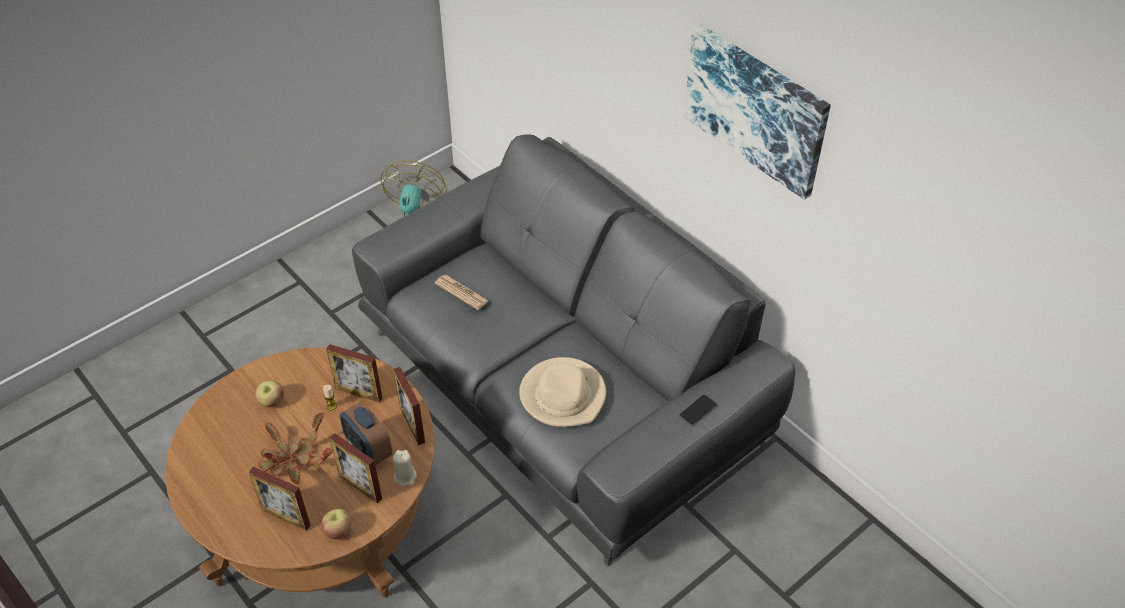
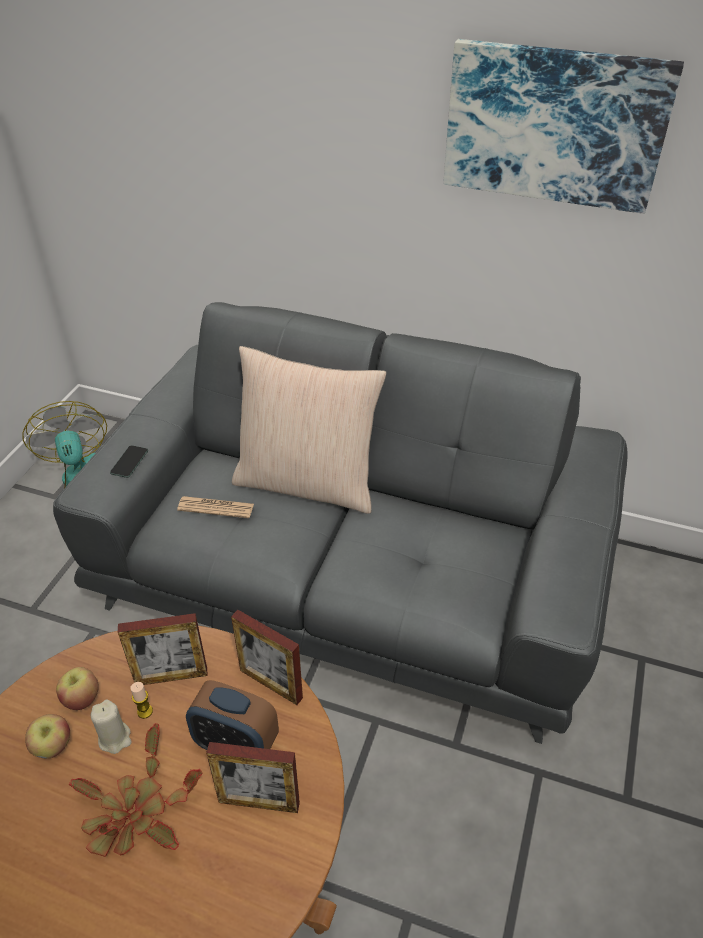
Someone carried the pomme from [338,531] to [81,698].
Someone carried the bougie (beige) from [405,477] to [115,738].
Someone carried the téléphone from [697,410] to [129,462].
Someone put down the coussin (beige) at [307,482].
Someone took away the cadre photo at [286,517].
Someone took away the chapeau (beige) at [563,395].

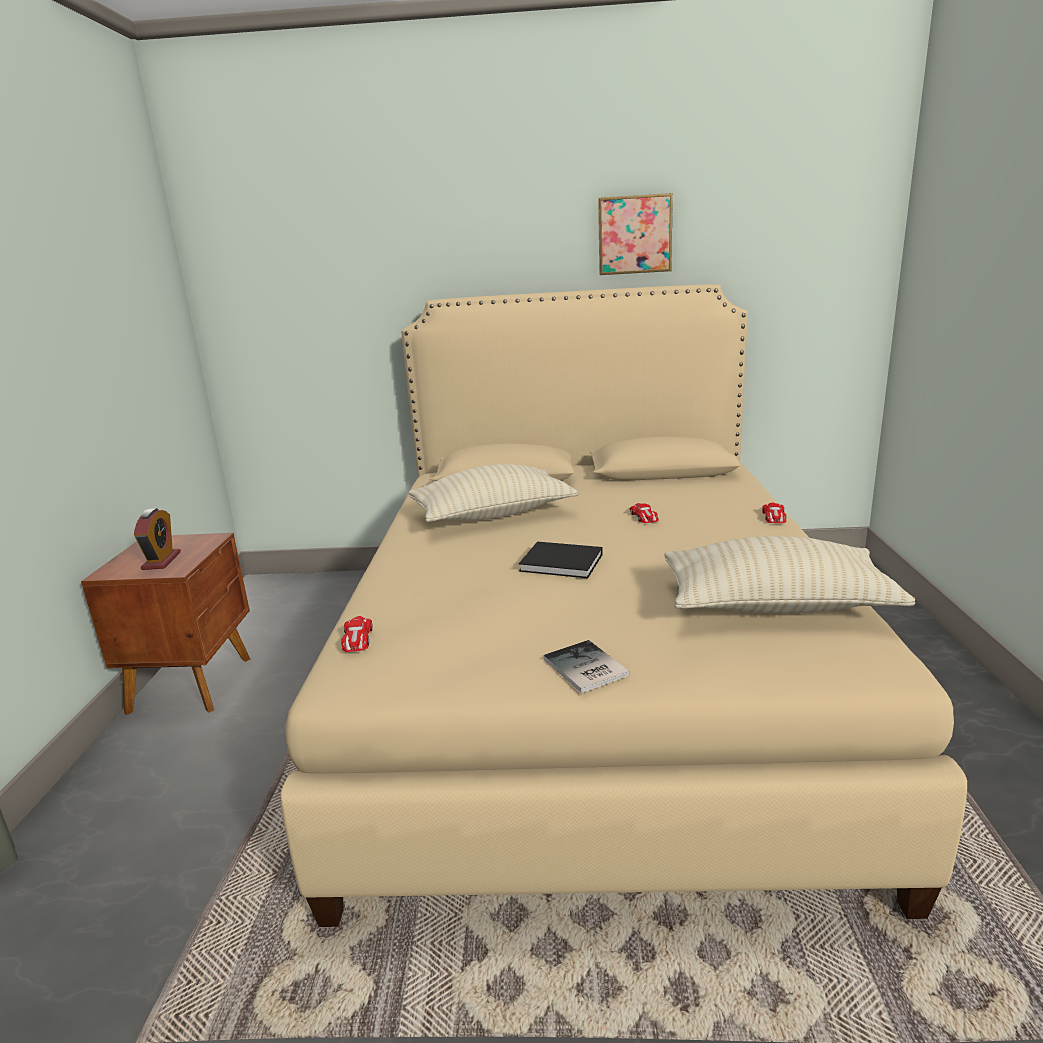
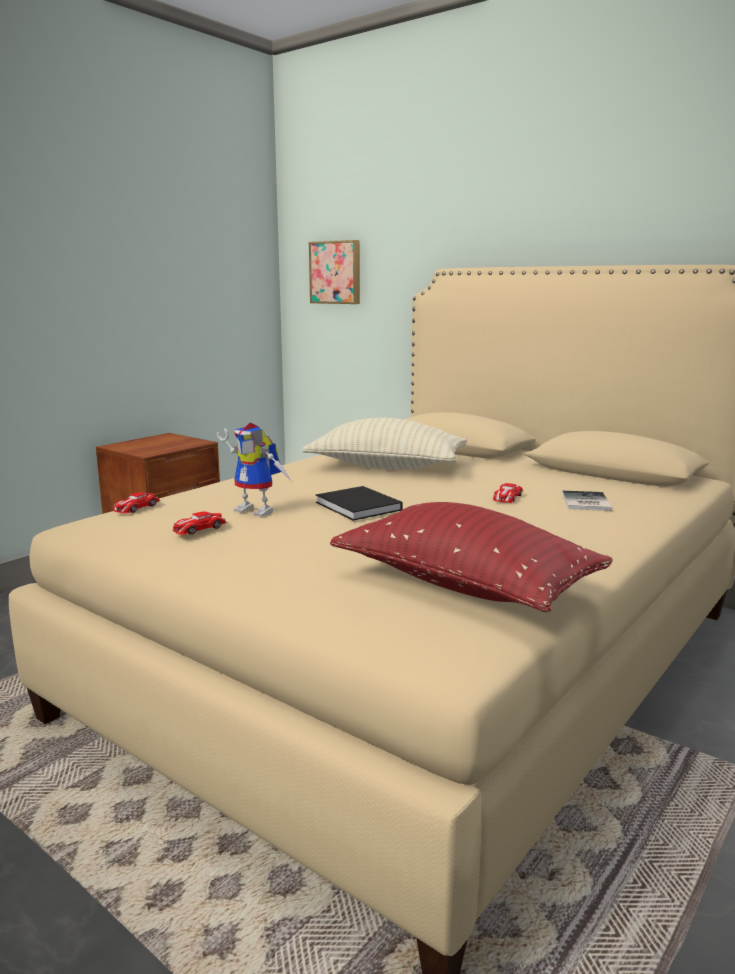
Someone carried the petite voiture from [774,517] to [199,528].
Someone put down the robot jouet at [260,510].
Someone carried the tableau from [634,235] to [336,272].
Someone repainted the coussin (beige) at [776,605], which became the coussin (rouge) at [465,586].
Someone carried the livre from [584,669] to [584,502].
Someone took away the réveil at [161,561].

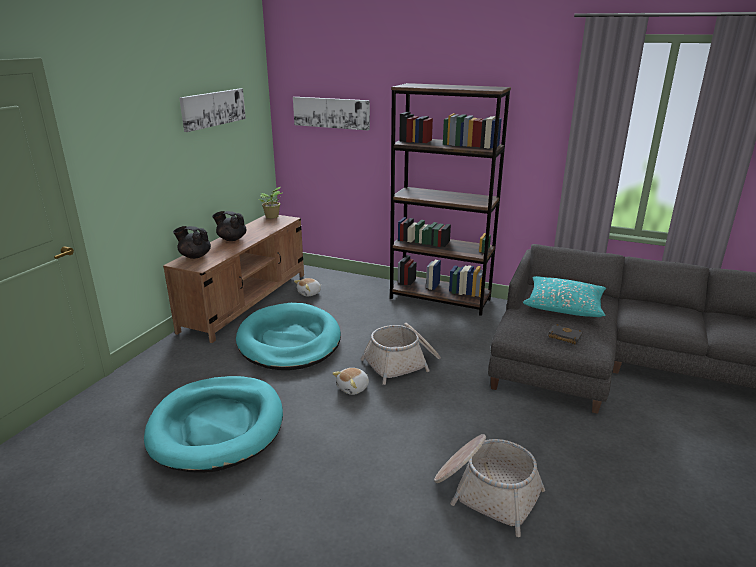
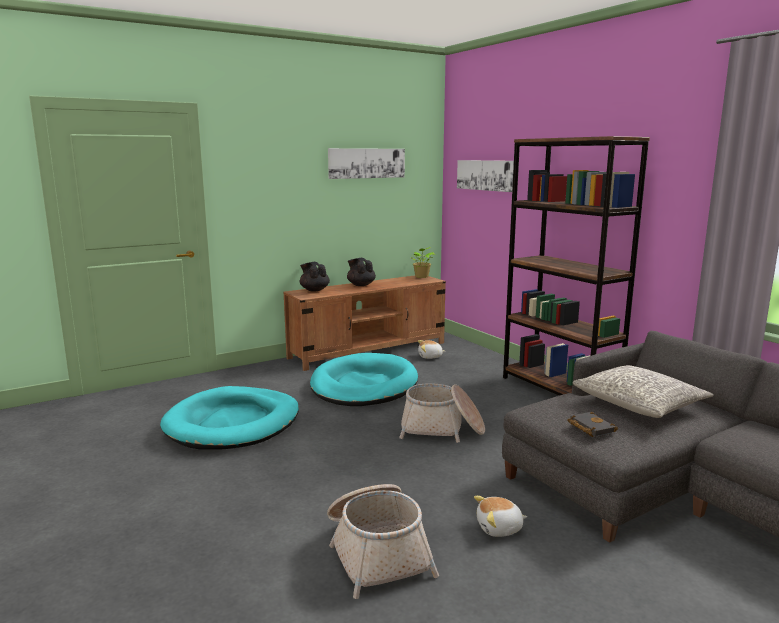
Someone carried the peluche from [353,388] to [499,528].
Someone repainted the coussin (turquoise) at [564,306], which became the coussin (gris) at [639,404].

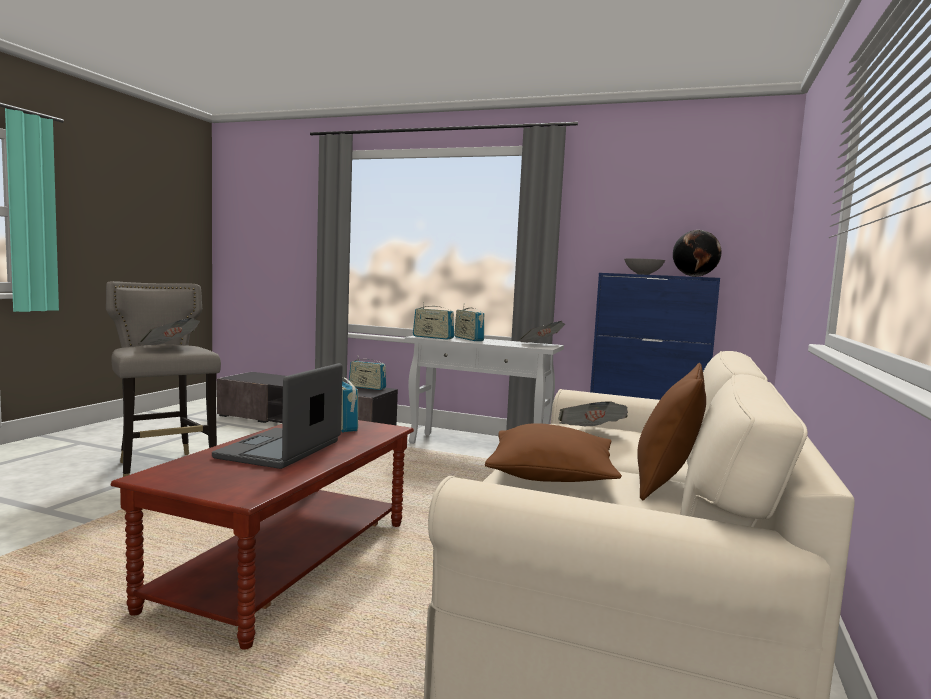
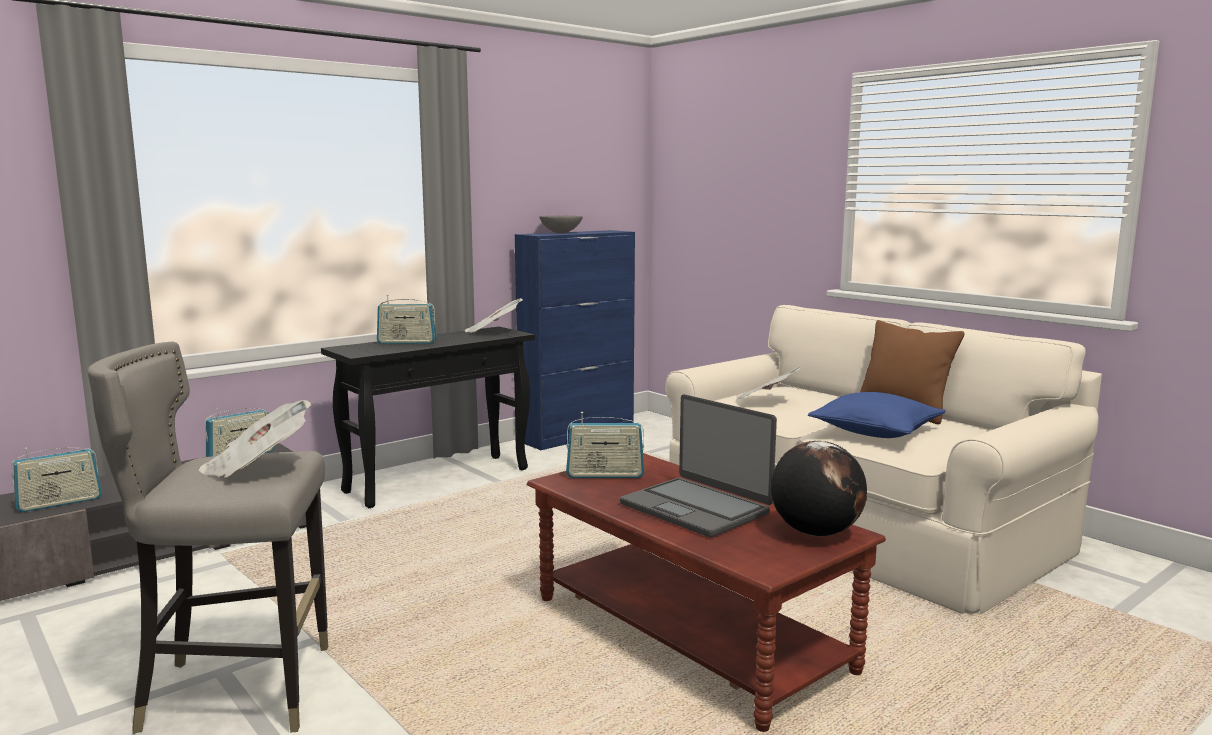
Someone carried the radio from [433,337] to [60,503].
Someone repainted the table console (blanc) at [479,447], which became the table console (noir) at [439,480].
Someone carried the globe from [694,276] to [815,532].
Someone repainted the coussin (marron) at [551,474], which became the coussin (bleu) at [875,431].

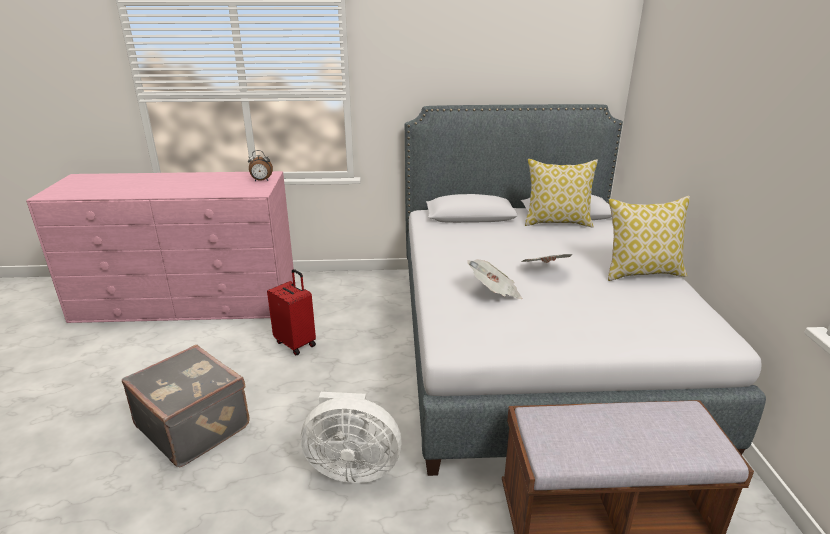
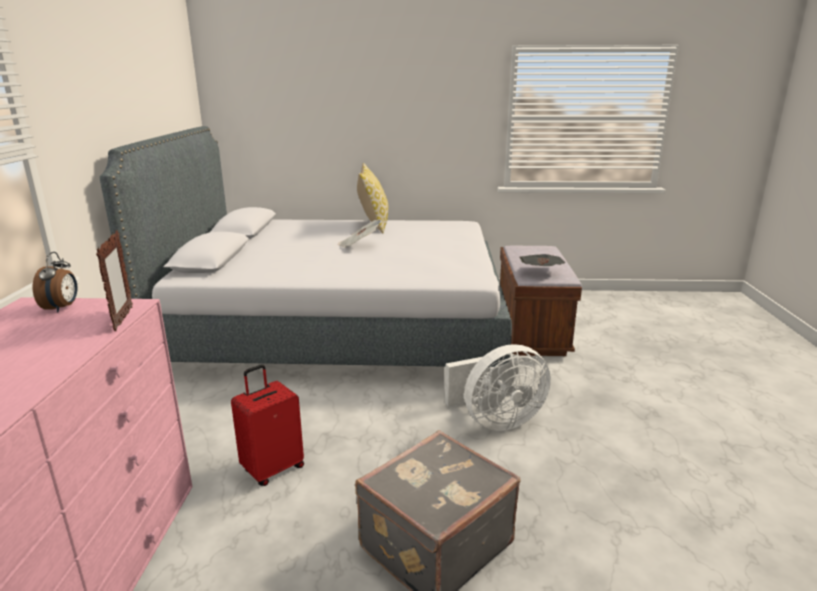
Someone put down the cadre photo at [123,319].
Someone rotated the ventilateur (blanc) at [352,467] by 60 degrees clockwise.
Someone carried the journal from [494,292] to [541,272].
Someone took away the coussin at [557,222].

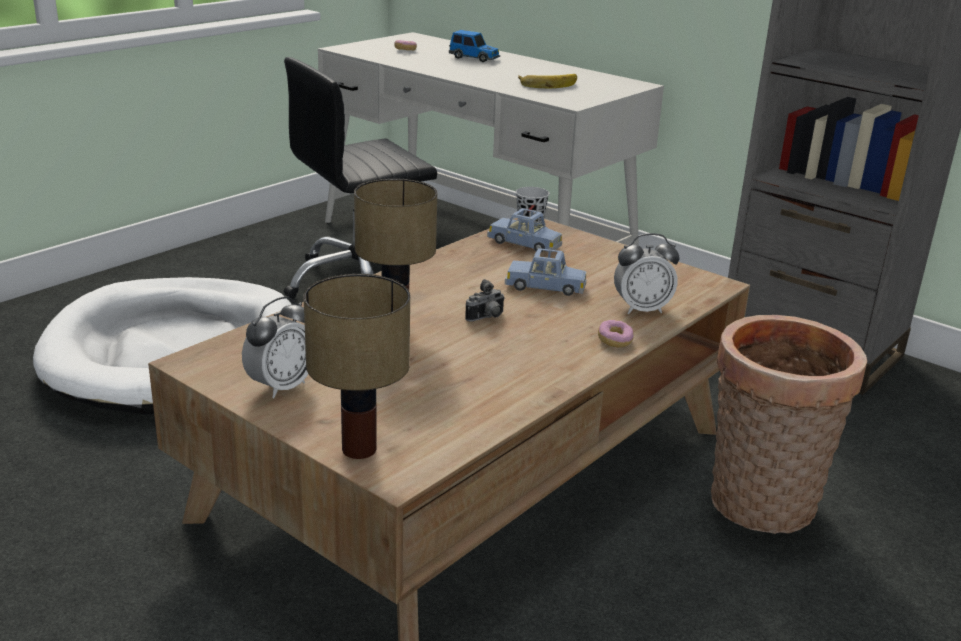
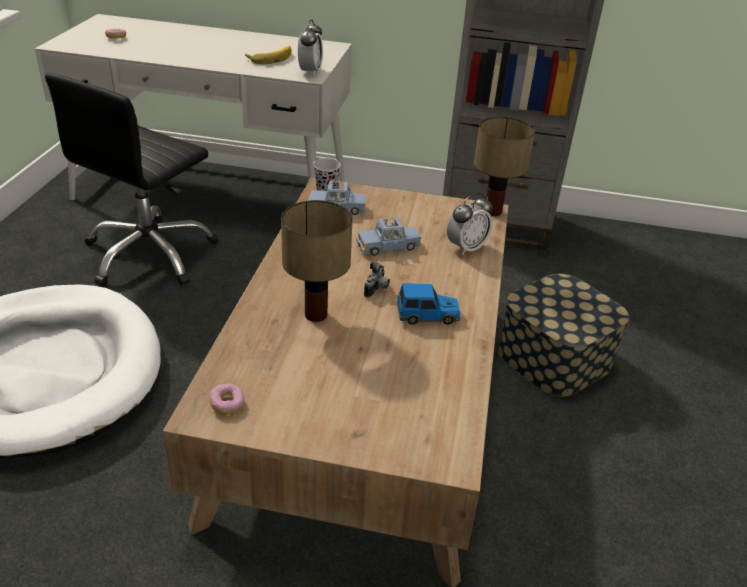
Someone carried the beignet from [614,341] to [227,404].
Someone carried the réveil from [281,386] to [310,72].
Someone carried the petite voiture from [474,58] to [427,315].
Someone carried the lampe de table from [360,448] to [492,211].
Someone swapped the panier at [760,508] for the boîte de rangement at [554,357].

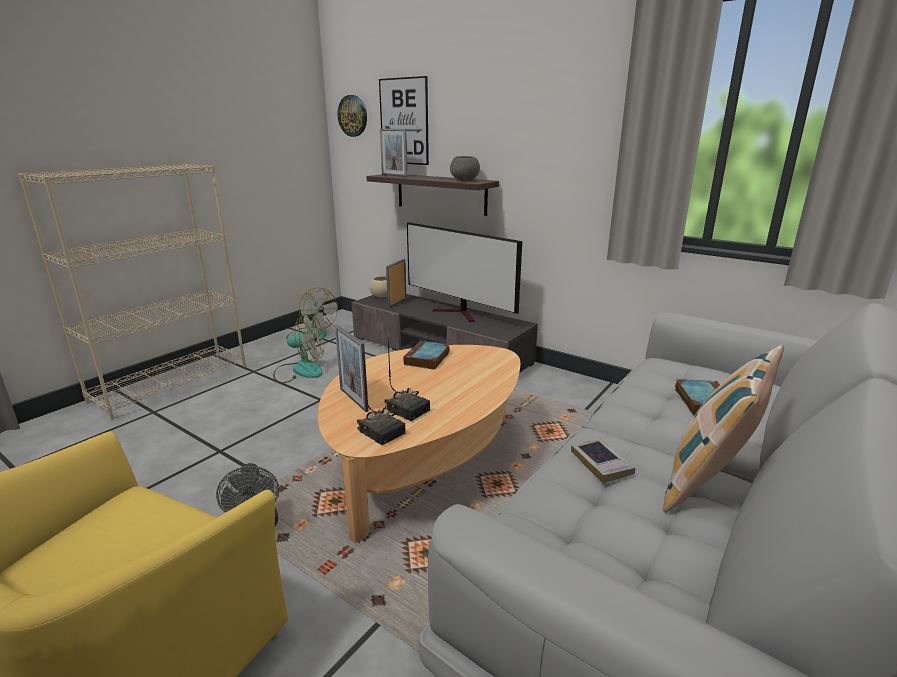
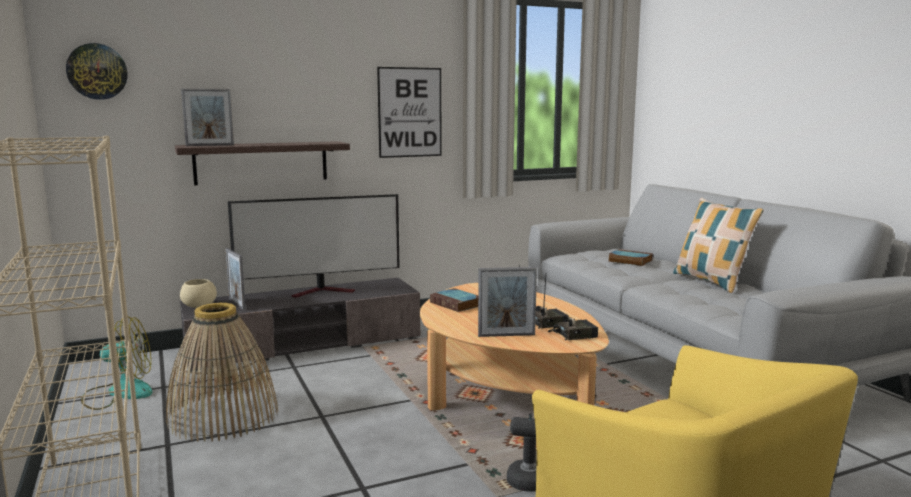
Someone swapped the ventilateur at [300,370] for the panier at [223,416].
Someone carried the tableau from [404,121] to [410,112].
Someone took away the bol (gris) at [464,180].
Someone took away the livre at [601,463].

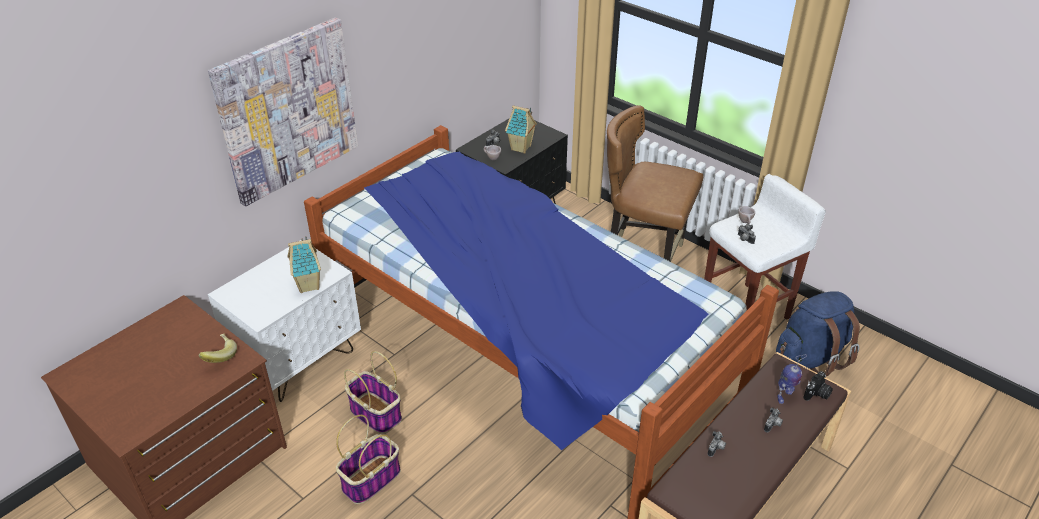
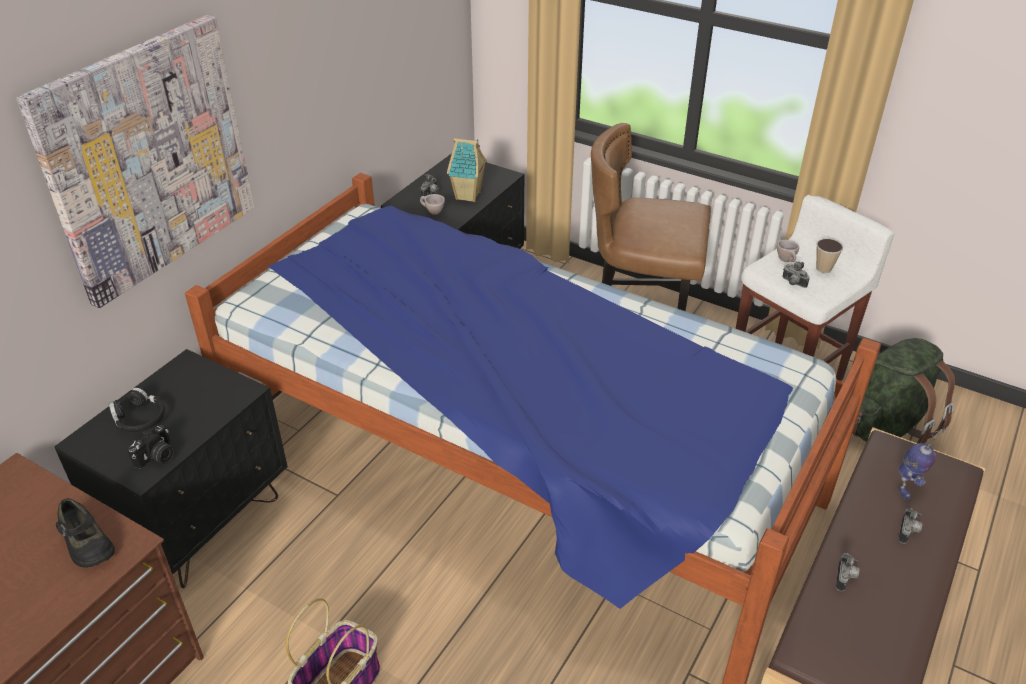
Someone repainted the table de chevet (blanc) at [299,361], which became the table de chevet (noir) at [201,524].
Someone swapped the banane at [219,356] for the chaussure (noir) at [86,543].
Someone put down the casque audio (noir) at [139,418].
Someone carried the appareil photo from [817,394] to [157,458].
Someone put down the tasse at [823,268].
Someone repainted the sac à dos (bleu) at [811,357], which became the sac à dos (vert) at [885,426].
Someone took away the maison miniature at [309,285].
Someone took away the panier at [374,413].

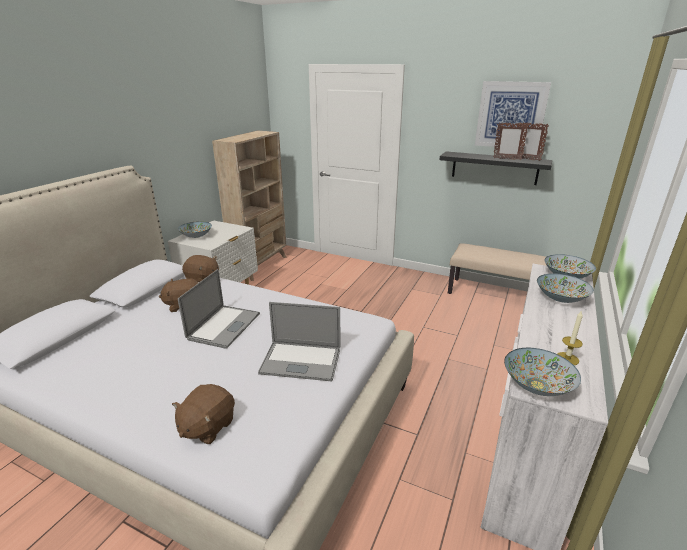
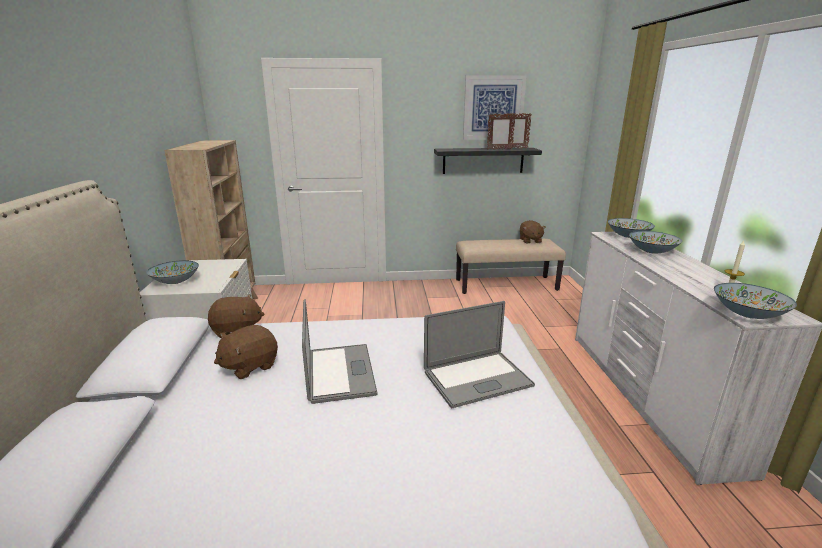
Someone carried the peluche (marron) from [207,426] to [530,240].

